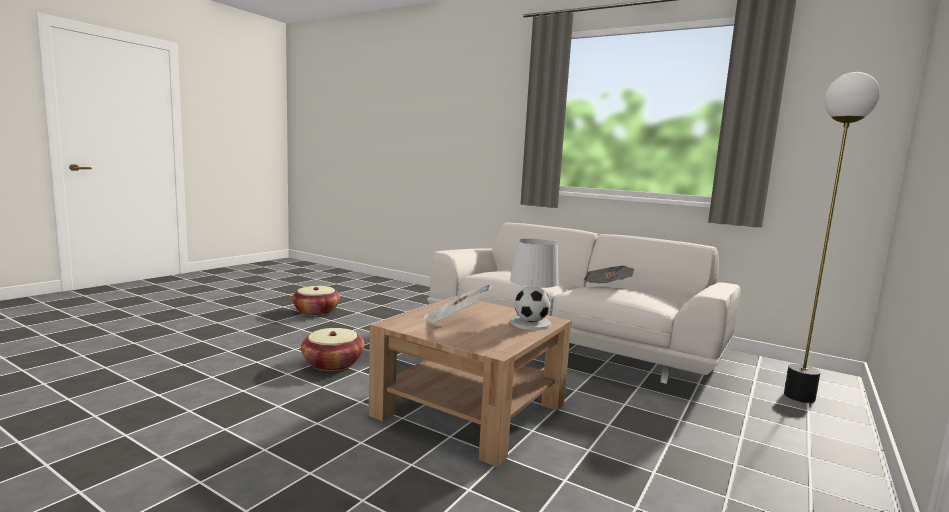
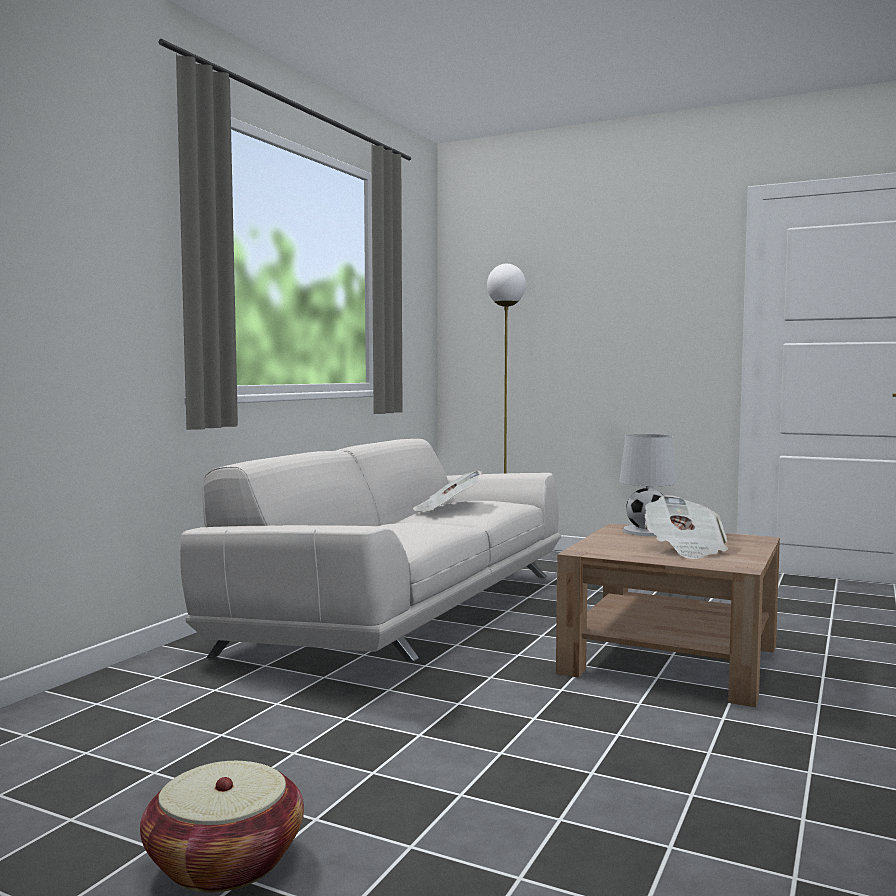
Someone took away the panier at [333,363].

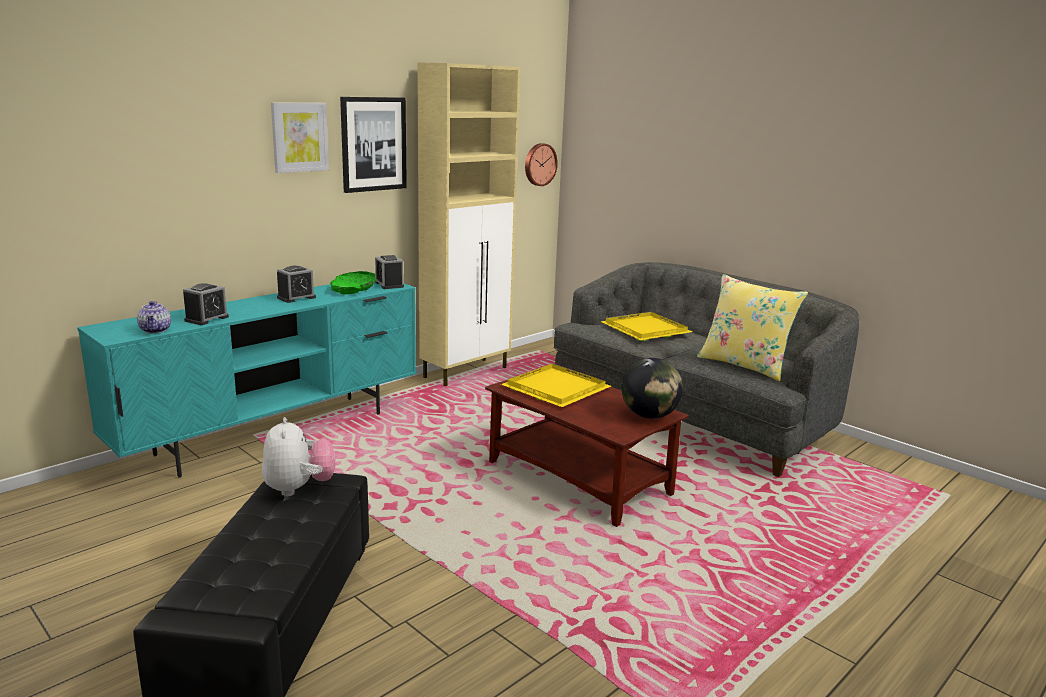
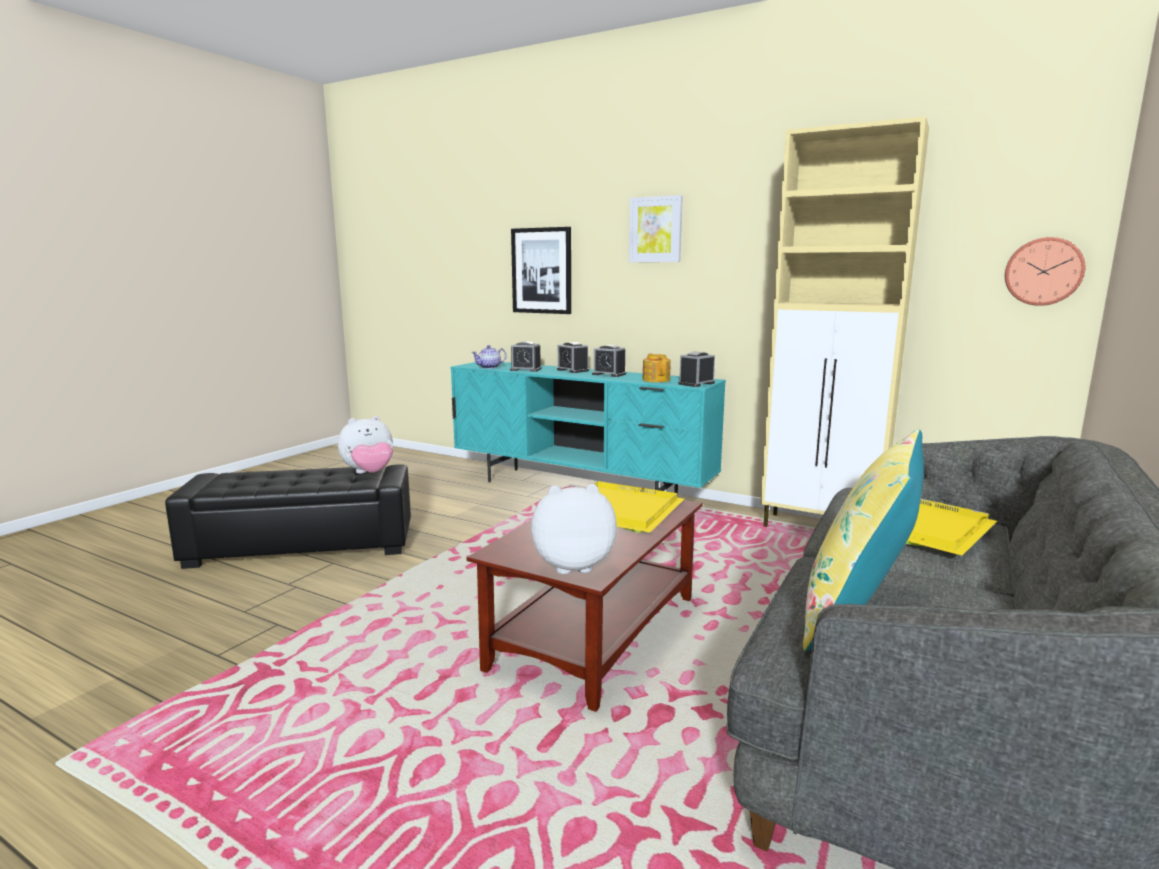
Someone carried the tableau from [373,144] to [542,271].
Someone swapped the globe at [649,416] for the peluche at [572,565].
Someone put down the réveil at [572,370].
Someone swapped the bol (vert) at [353,290] for the théière at [656,380].

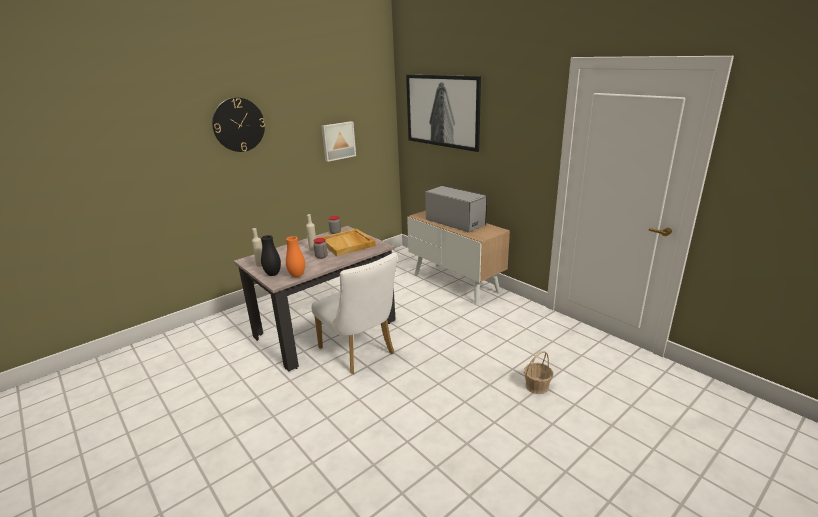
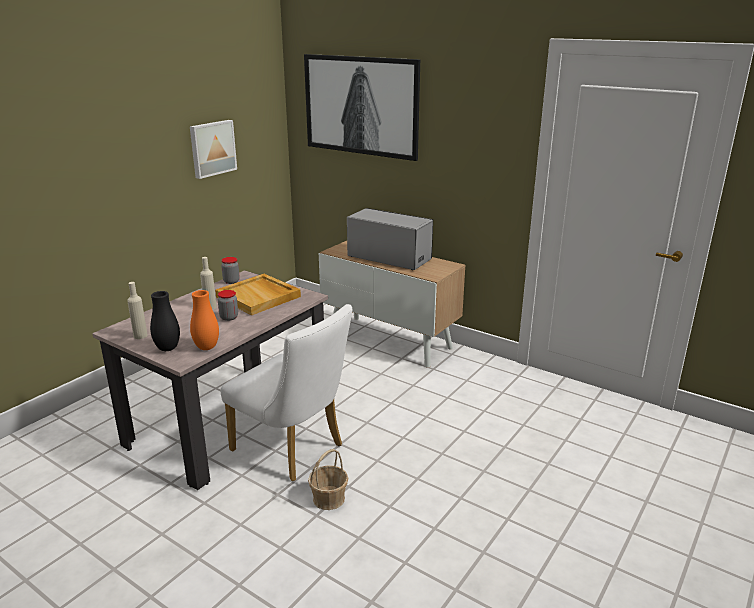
Someone carried the panier from [537,386] to [329,498].
Someone took away the horloge murale at [239,125].

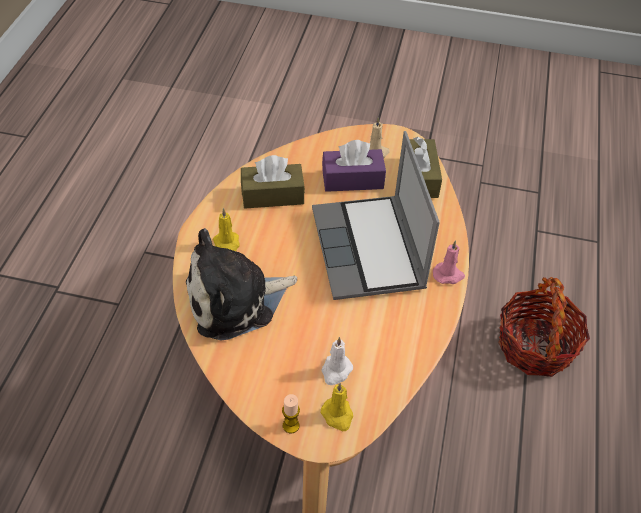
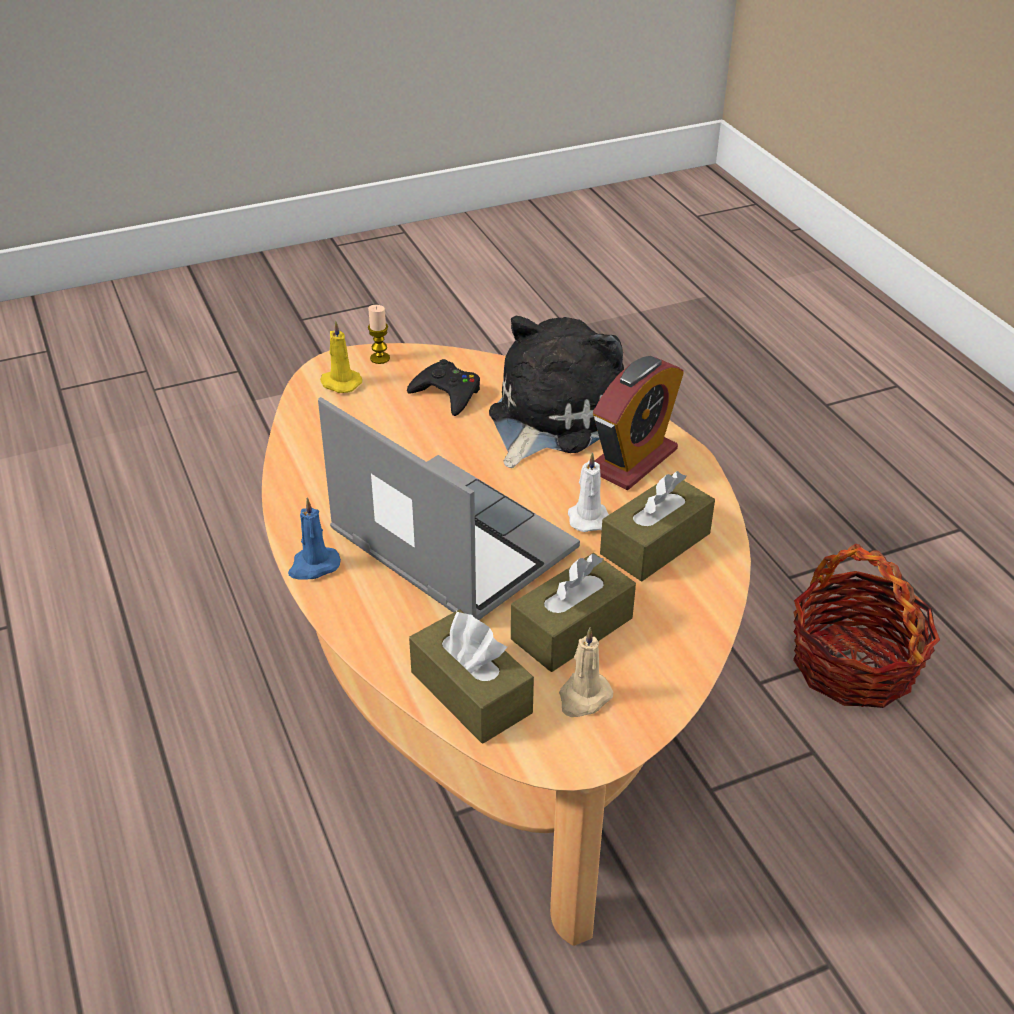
Someone repainted the bougie (rose) at [448,275], which became the bougie (bleu) at [313,566].
Someone put down the manette (noir) at [447,394].
Someone repainted the boîte à mouchoirs (violet) at [352,179], which became the boîte à mouchoirs (marron) at [572,628].
Someone carried the bougie (blanc) from [336,371] to [587,517].
Someone swapped the bougie (jaune) at [227,244] for the réveil at [633,460].
Someone carried the panier from [535,346] to [853,665].

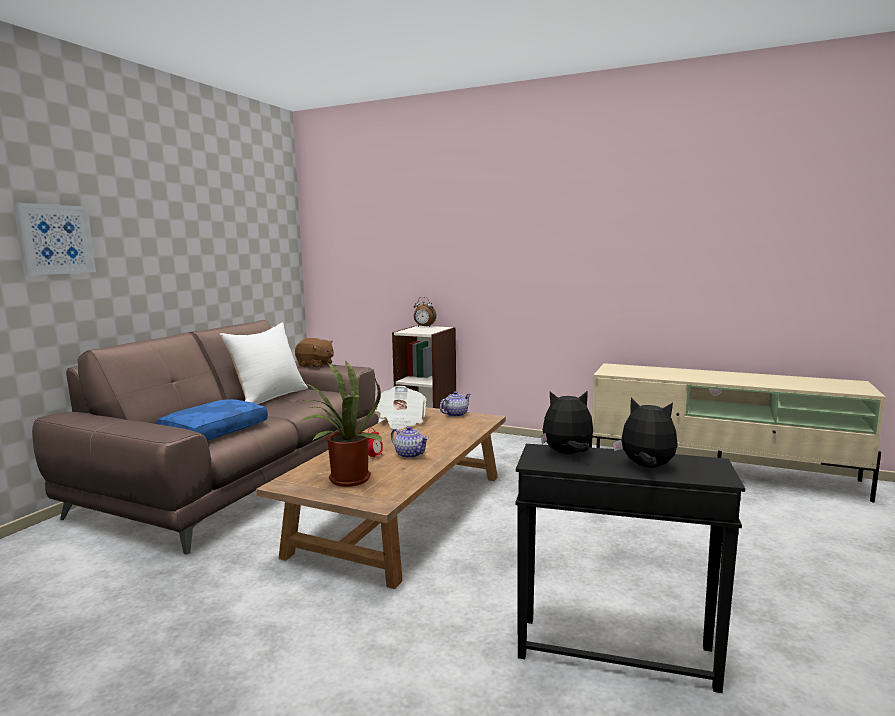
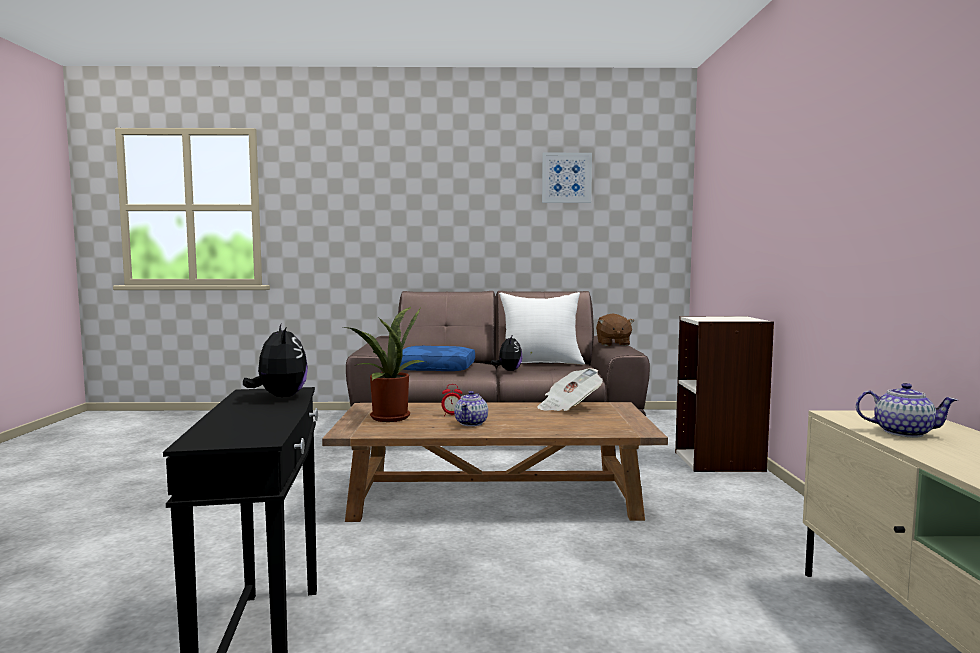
Someone carried the peluche from [646,467] to [508,370].
Someone carried the tableau from [56,239] to [566,178].
Someone carried the théière from [455,414] to [902,432].
Someone took away the réveil at [424,326].

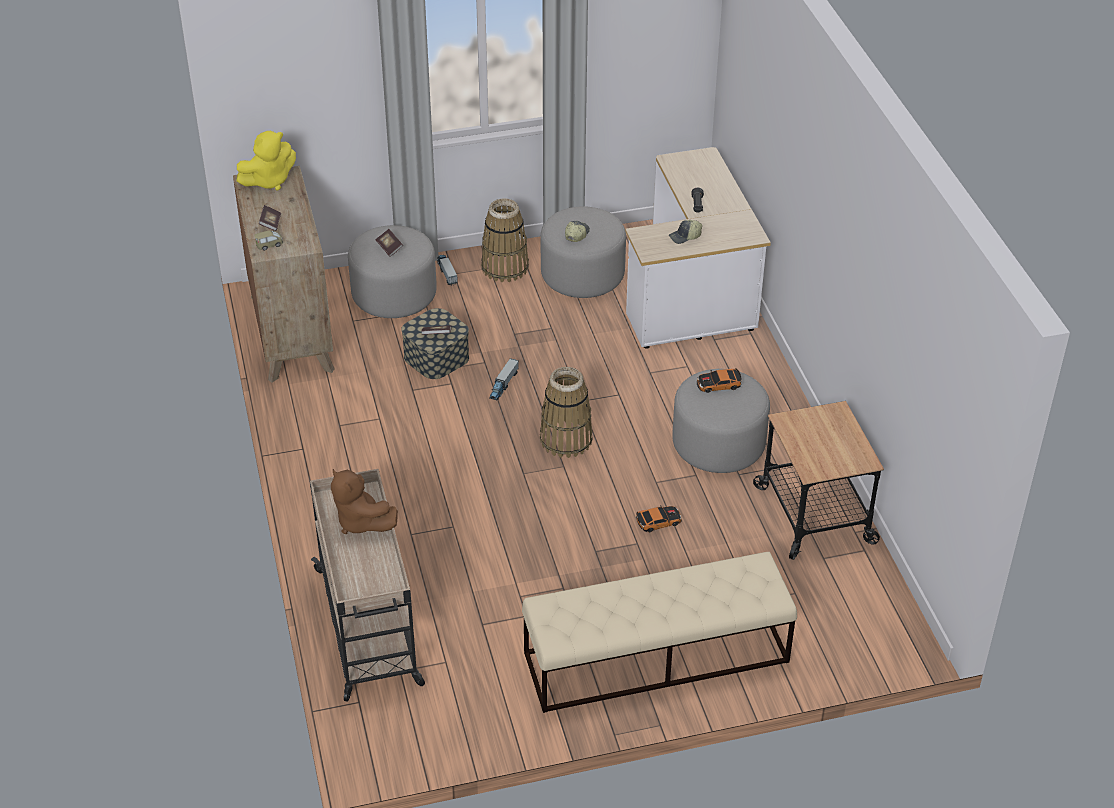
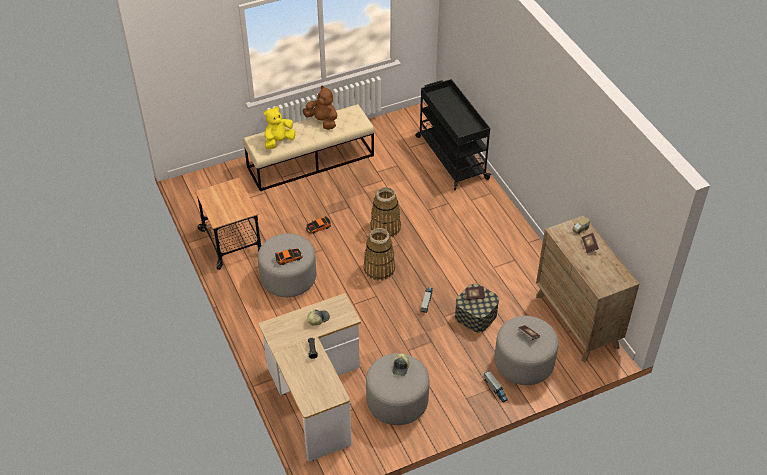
Someone carried the peluche (jaune) from [269,181] to [279,141].
Someone carried the peluche (marron) from [361,522] to [322,121].
Someone carried the panier from [505,267] to [385,227].
Someone repainted the chariot (beige) at [368,628], which became the chariot (noir) at [451,157].

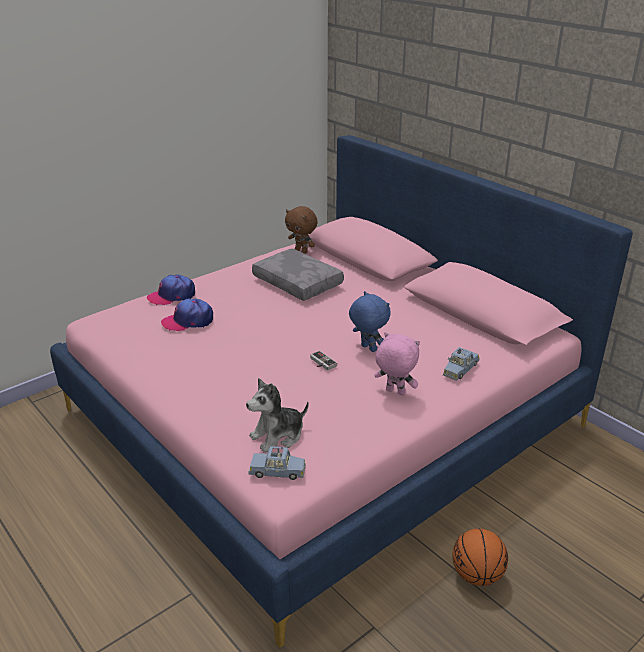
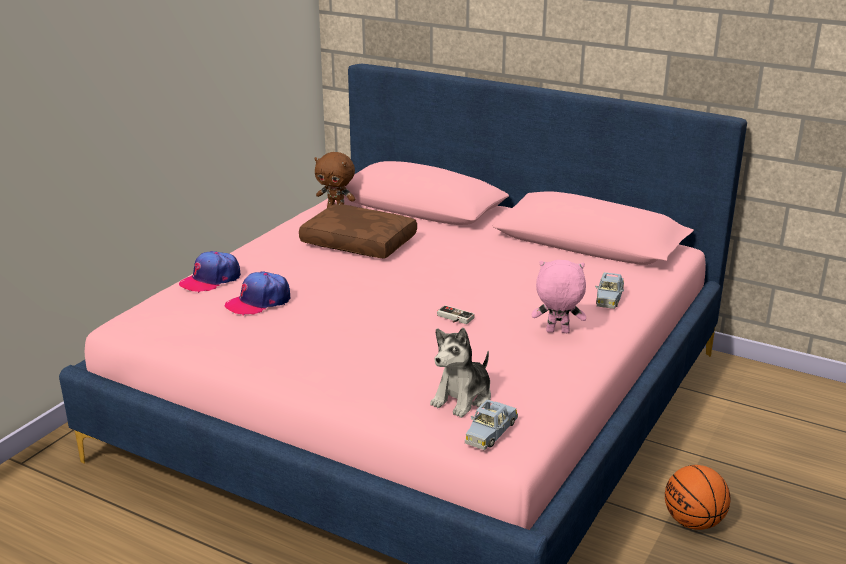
Someone repainted the coussin (gris) at [299,283], which became the coussin (marron) at [360,242].
Someone rotated the petite voiture (bleu) at [277,471] by 135 degrees clockwise.
Someone took away the peluche (bleu) at [367,348].

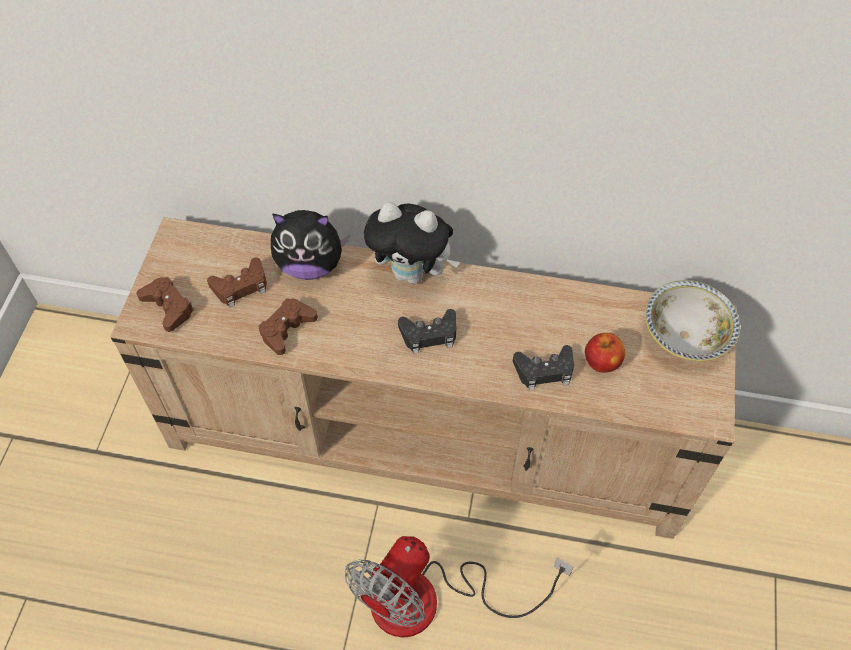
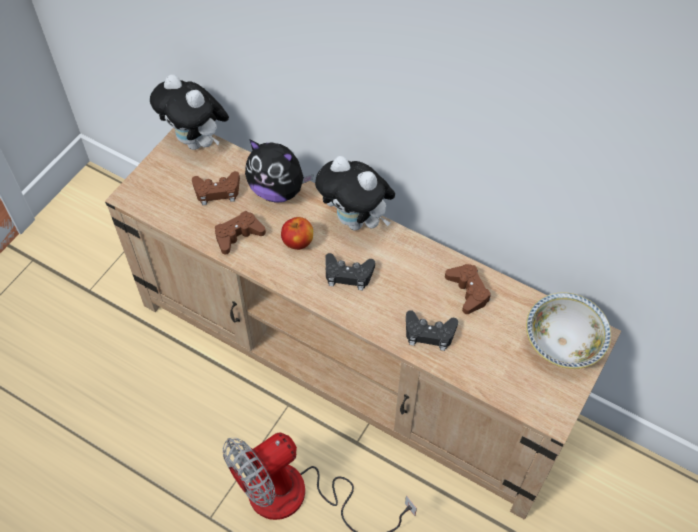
Someone put down the peluche at [197,142].
Someone carried the pomme from [601,362] to [298,242].
Someone carried the manette (marron) from [168,307] to [468,291].

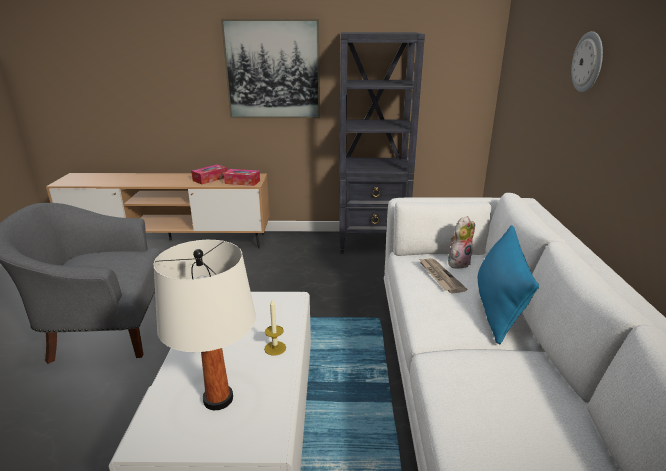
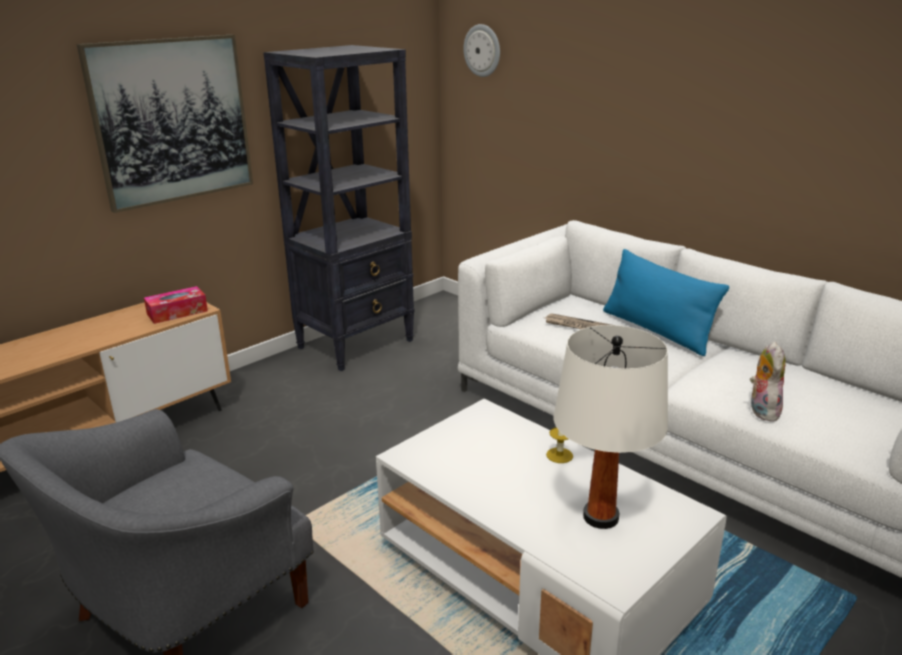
Someone carried the horloge murale from [588,62] to [482,50].
Someone carried the peluche from [458,262] to [761,410].
Someone took away the boîte à mouchoirs at [210,179].

